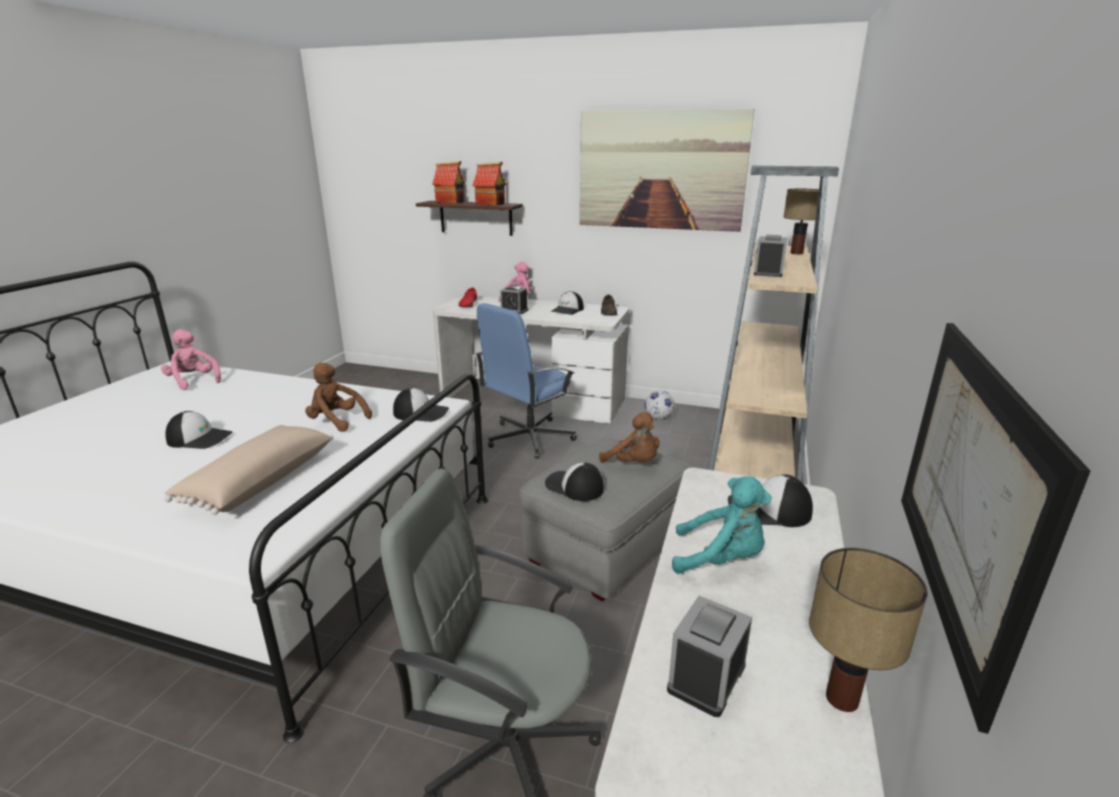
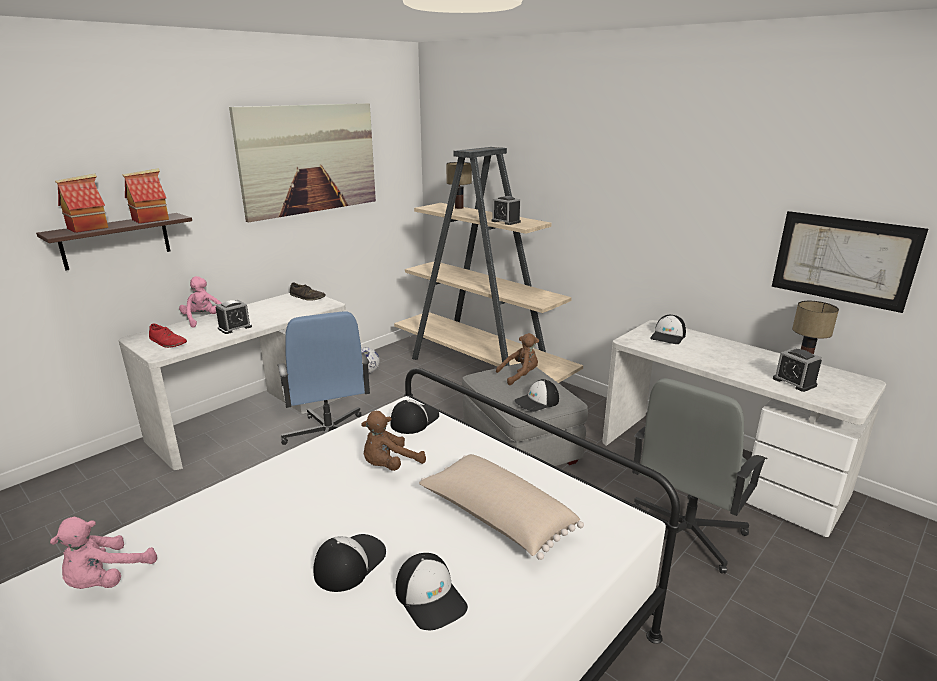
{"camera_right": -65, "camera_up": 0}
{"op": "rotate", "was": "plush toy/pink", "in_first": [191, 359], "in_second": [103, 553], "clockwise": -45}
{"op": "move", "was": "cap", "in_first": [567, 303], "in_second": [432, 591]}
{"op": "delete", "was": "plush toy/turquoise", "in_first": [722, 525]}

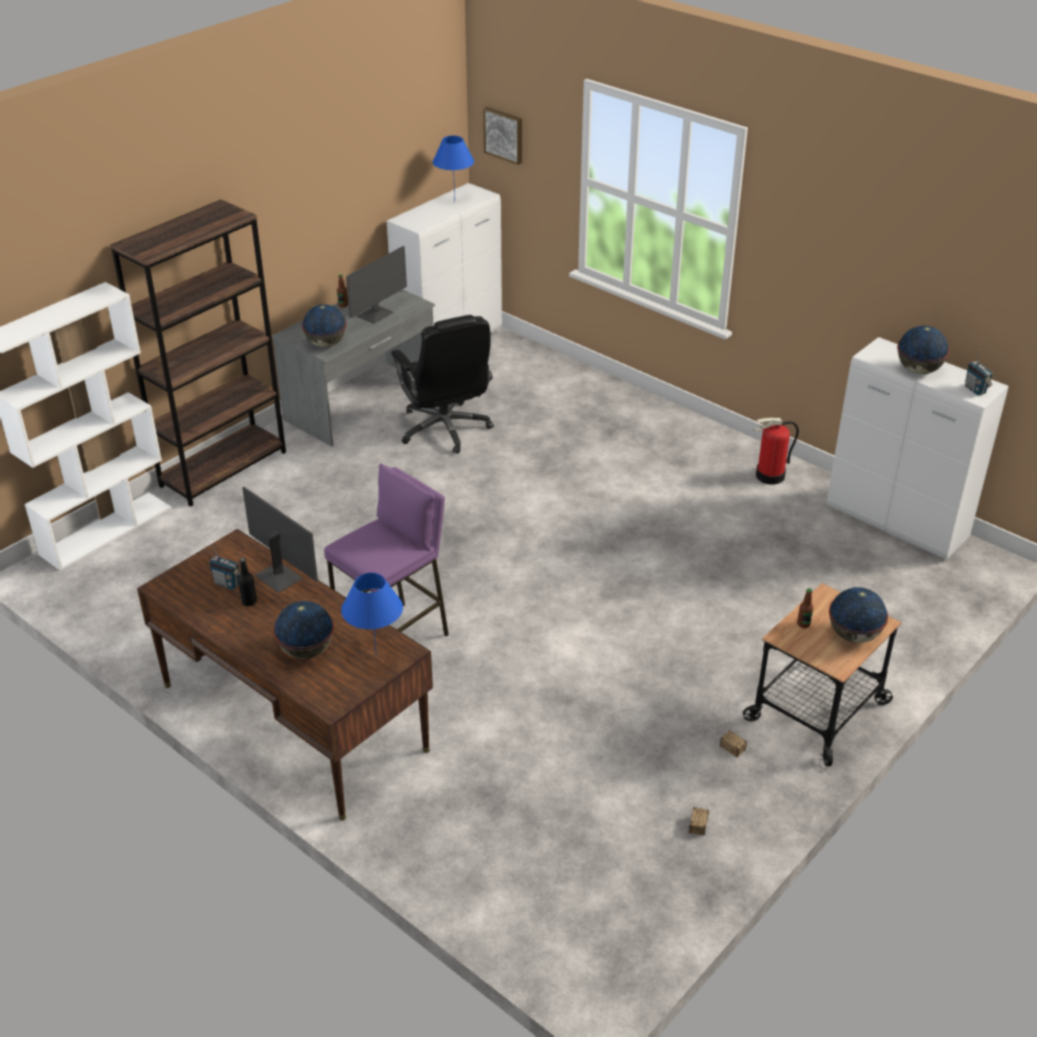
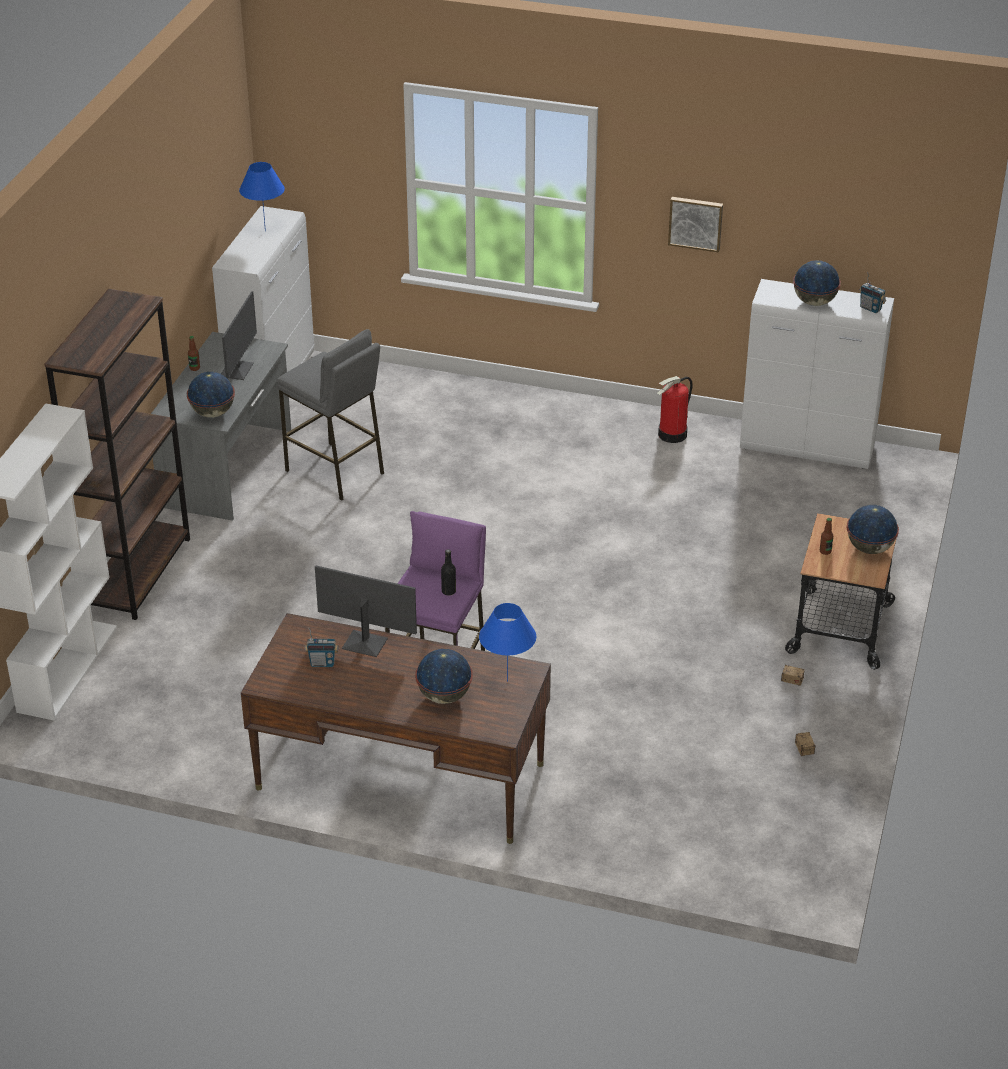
{"camera_right": -25, "camera_up": 0}
{"op": "replace", "was": "office chair/black", "now": "stool/grey", "in_first": [442, 384], "in_second": [330, 415]}
{"op": "move", "was": "bottle/black", "in_first": [247, 582], "in_second": [448, 572]}
{"op": "move", "was": "picture", "in_first": [502, 136], "in_second": [695, 224]}

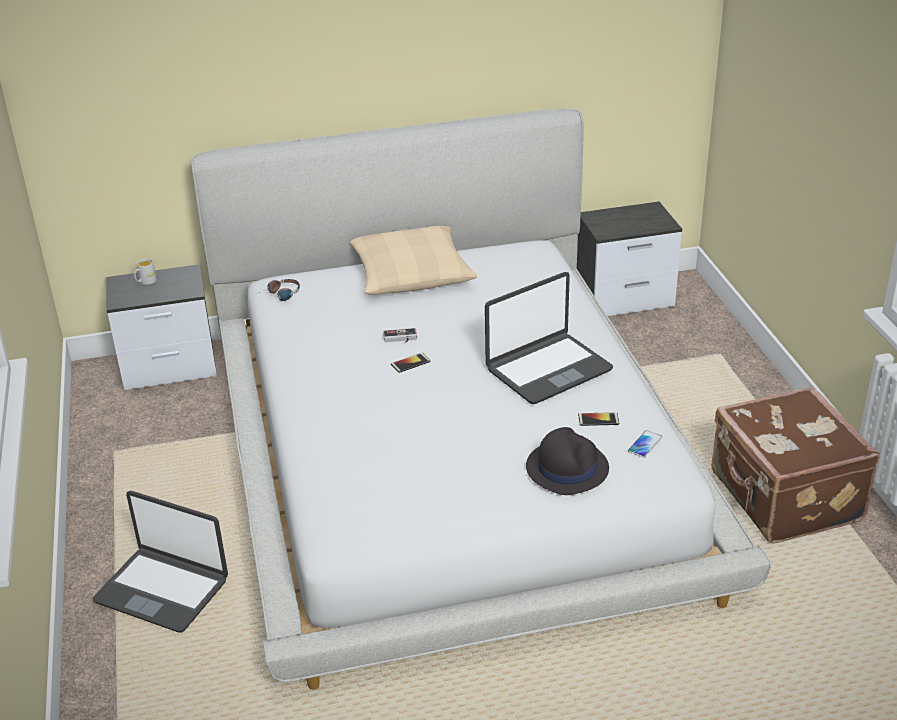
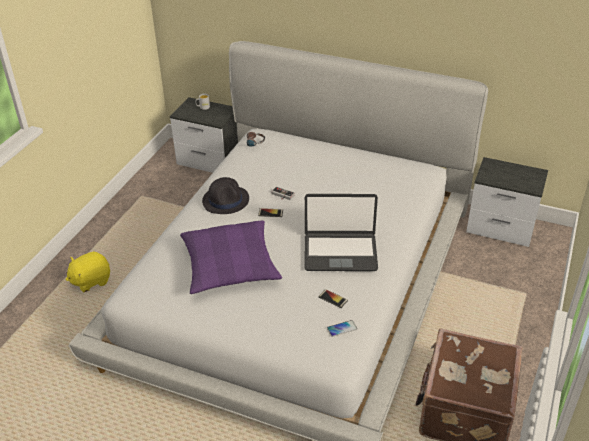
{"camera_right": 35, "camera_up": 5}
{"op": "replace", "was": "laptop", "now": "plush toy/yellow", "in_first": [160, 562], "in_second": [88, 271]}
{"op": "insert", "now": "pillow/purple", "in_second": [231, 257]}
{"op": "move", "was": "hat/black", "in_first": [567, 461], "in_second": [225, 195]}
{"op": "delete", "was": "pillow/beige", "in_first": [413, 260]}

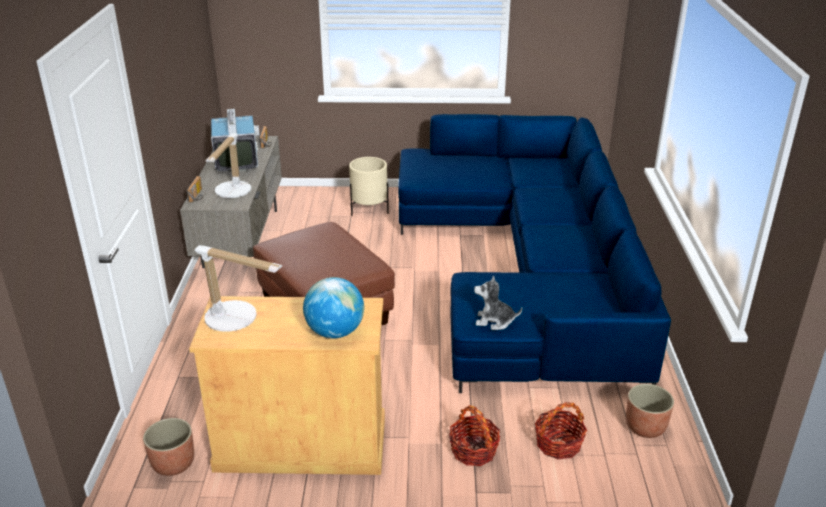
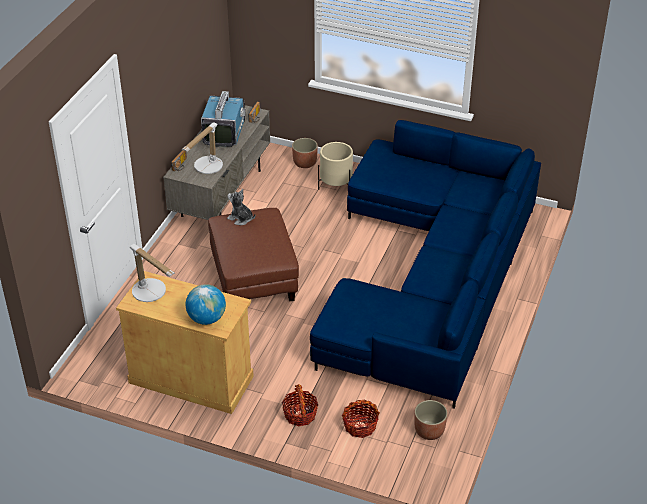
{"camera_right": 20, "camera_up": 10}
{"op": "move", "was": "plush toy", "in_first": [498, 302], "in_second": [241, 207]}
{"op": "move", "was": "planter", "in_first": [168, 447], "in_second": [305, 153]}

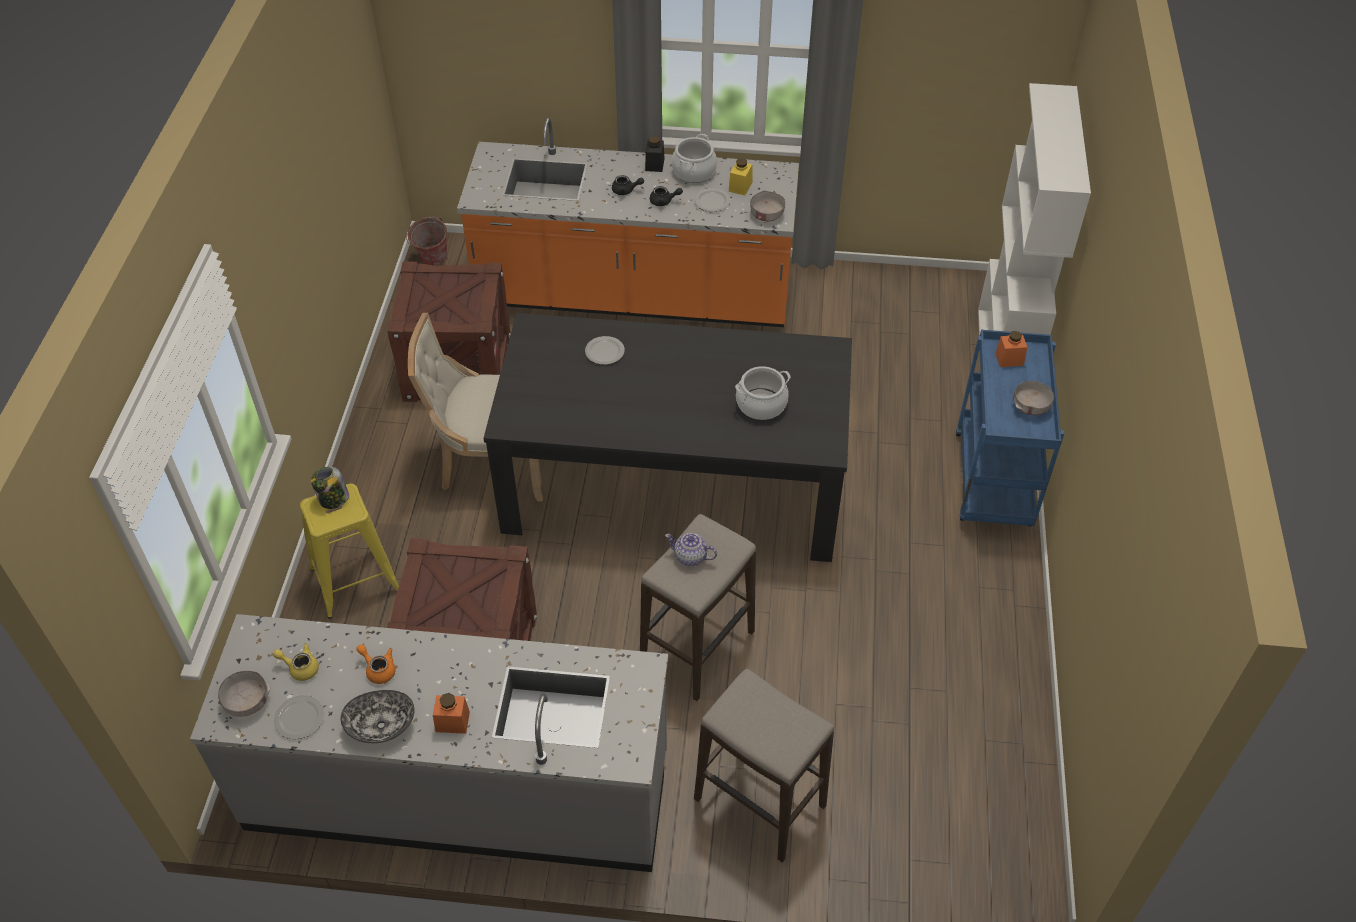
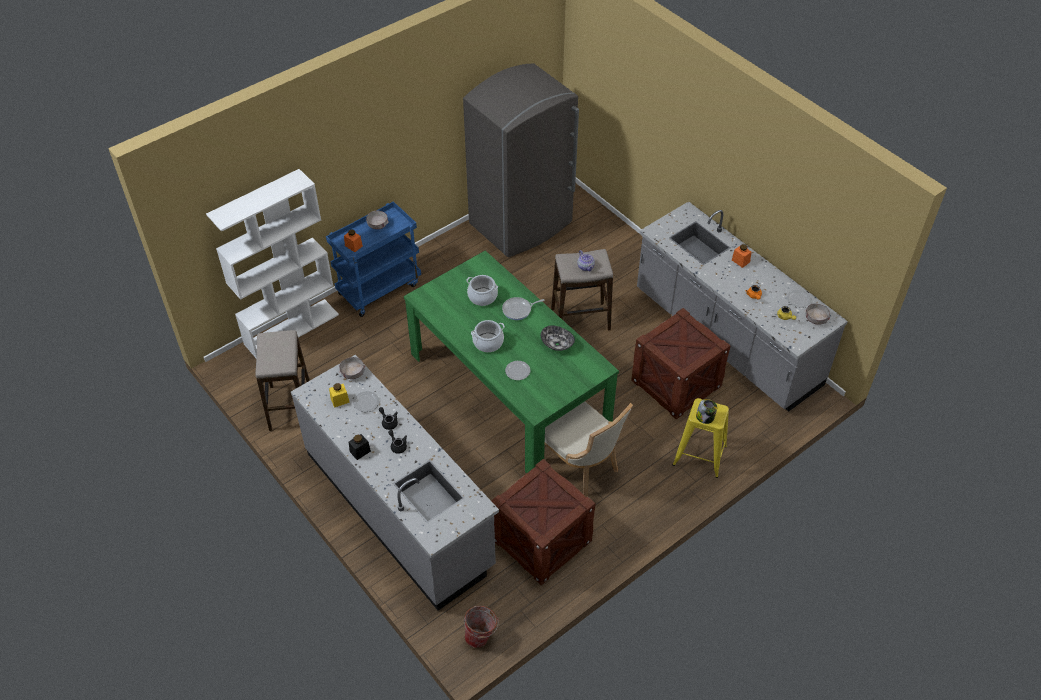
{"camera_right": -135, "camera_up": 0}
{"op": "move", "was": "stool", "in_first": [764, 765], "in_second": [282, 380]}
{"op": "recolor", "was": "counter/orange", "now": "counter/grey", "in_first": [628, 222], "in_second": [395, 483]}
{"op": "recolor", "was": "dining table/black", "now": "dining table/green", "in_first": [668, 437], "in_second": [511, 361]}
{"op": "insert", "now": "fridge/grey", "in_second": [521, 160]}
{"op": "move", "was": "cooking pot", "in_first": [694, 158], "in_second": [488, 336]}
{"op": "insert", "now": "frying pan", "in_second": [523, 308]}
{"op": "move", "was": "bowl", "in_first": [378, 716], "in_second": [558, 338]}

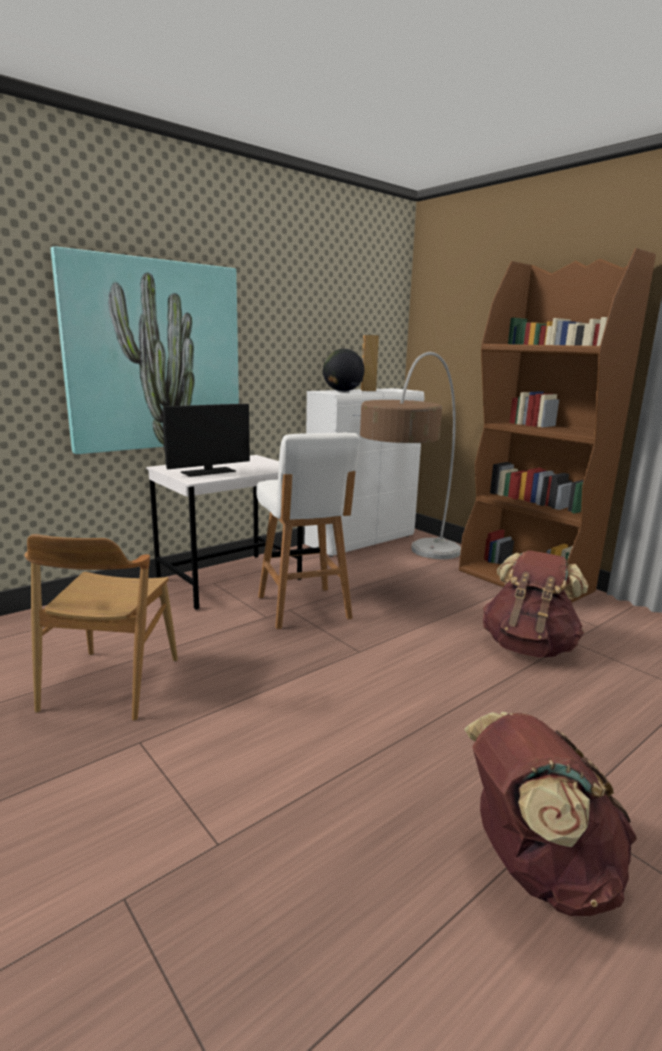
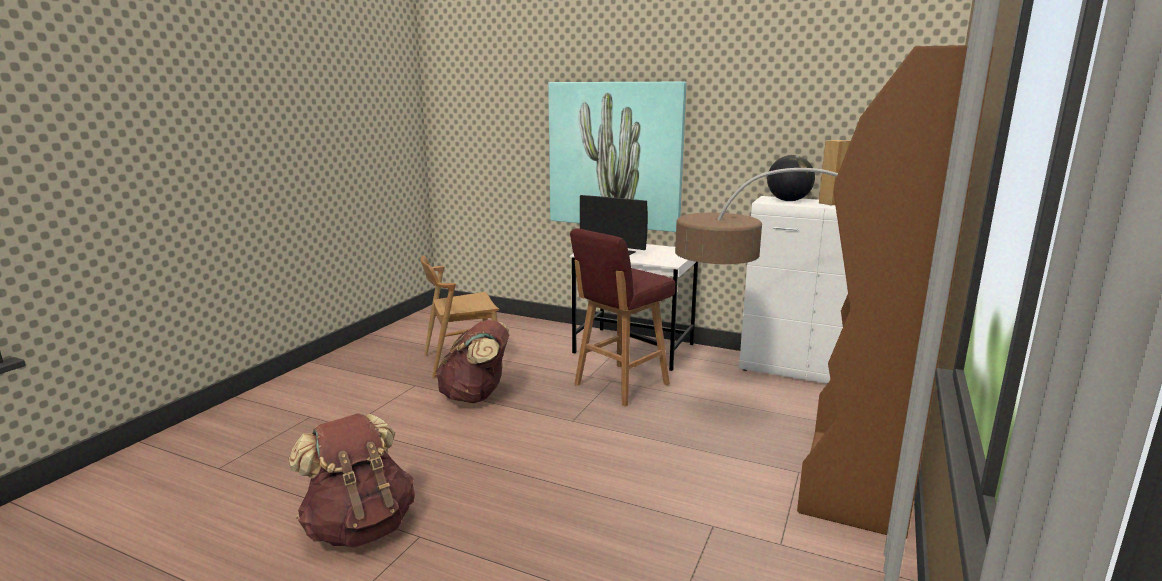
{"camera_right": 65, "camera_up": 0}
{"op": "move", "was": "backpack/brown", "in_first": [535, 604], "in_second": [472, 361]}
{"op": "recolor", "was": "stool/white", "now": "stool/red", "in_first": [308, 531], "in_second": [622, 318]}

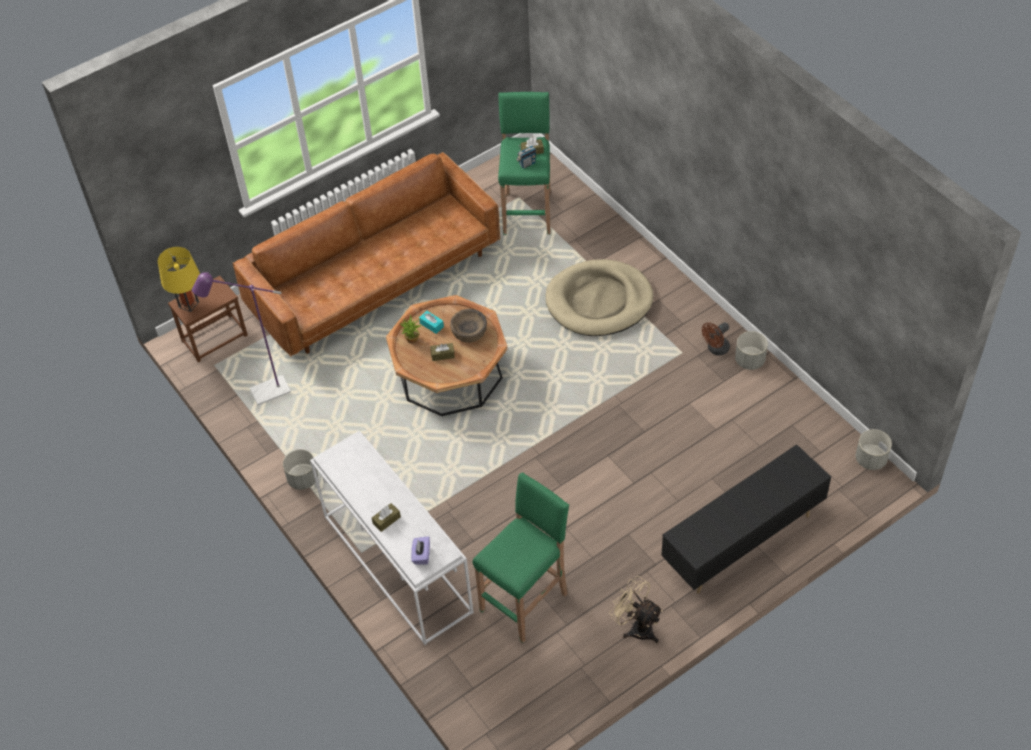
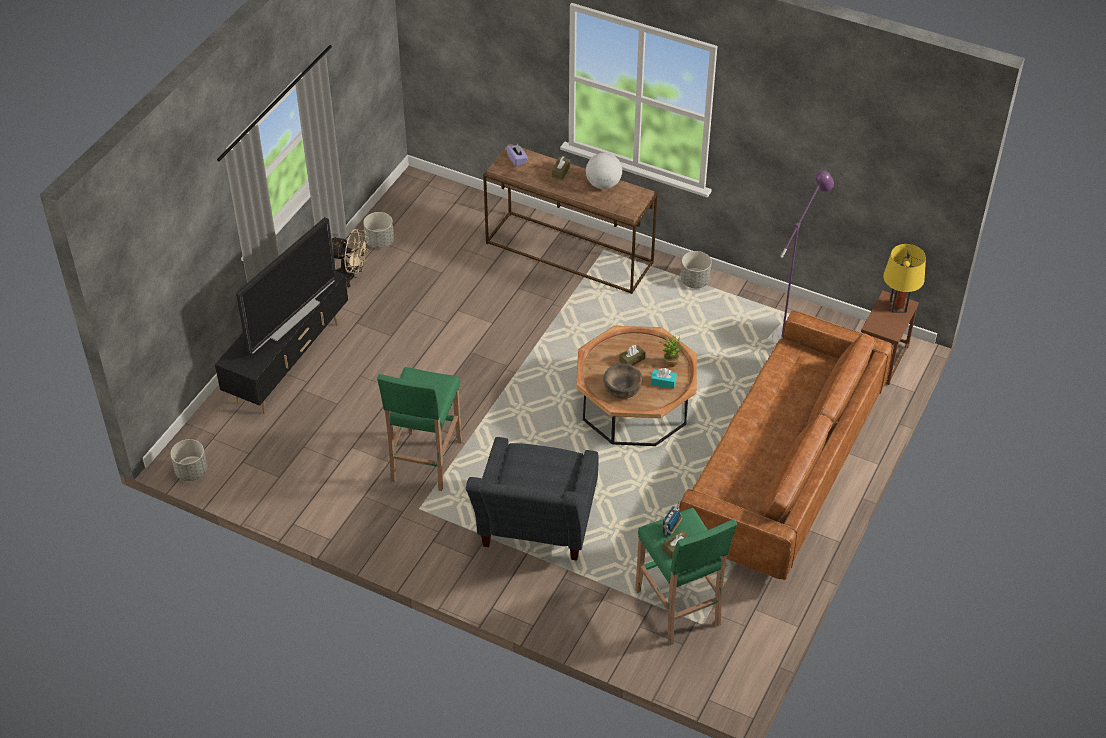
{"camera_right": 150, "camera_up": -5}
{"op": "insert", "now": "television", "in_second": [286, 285]}
{"op": "move", "was": "planter/grey", "in_first": [751, 350], "in_second": [378, 230]}
{"op": "move", "was": "stool/green", "in_first": [520, 557], "in_second": [419, 429]}
{"op": "replace", "was": "dog bed/beige", "now": "armchair/grey", "in_first": [599, 297], "in_second": [532, 499]}
{"op": "recolor", "was": "console table/white", "now": "console table/brown", "in_first": [392, 538], "in_second": [570, 219]}
{"op": "insert", "now": "globe", "in_second": [604, 170]}
{"op": "delete", "was": "fan/brown", "in_first": [716, 339]}

